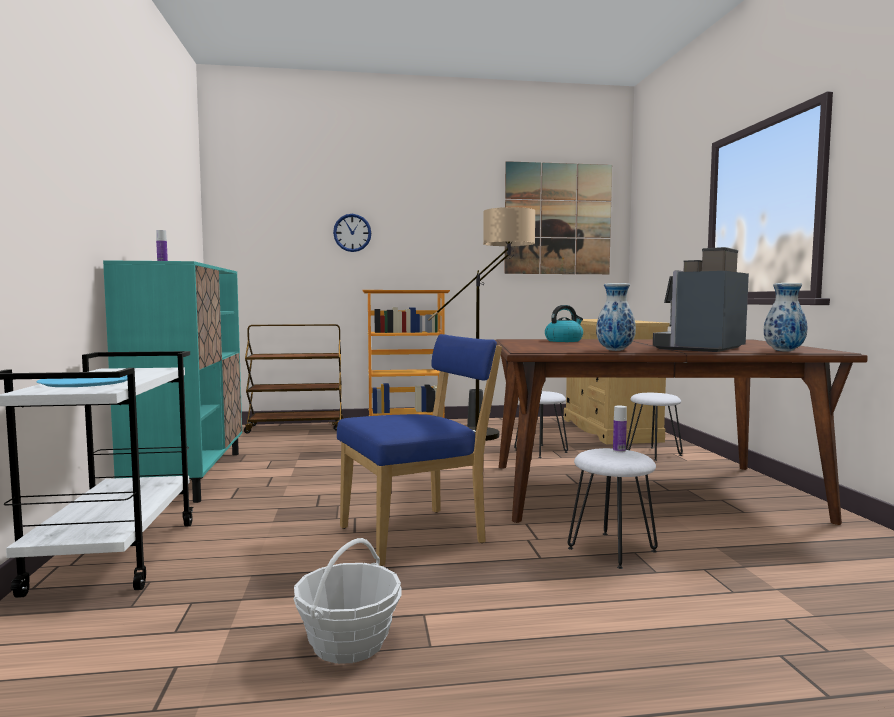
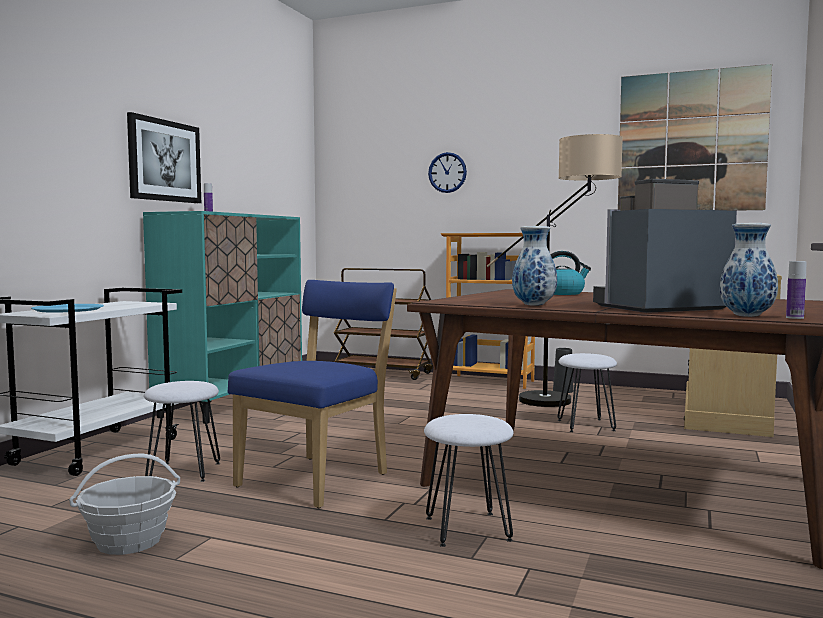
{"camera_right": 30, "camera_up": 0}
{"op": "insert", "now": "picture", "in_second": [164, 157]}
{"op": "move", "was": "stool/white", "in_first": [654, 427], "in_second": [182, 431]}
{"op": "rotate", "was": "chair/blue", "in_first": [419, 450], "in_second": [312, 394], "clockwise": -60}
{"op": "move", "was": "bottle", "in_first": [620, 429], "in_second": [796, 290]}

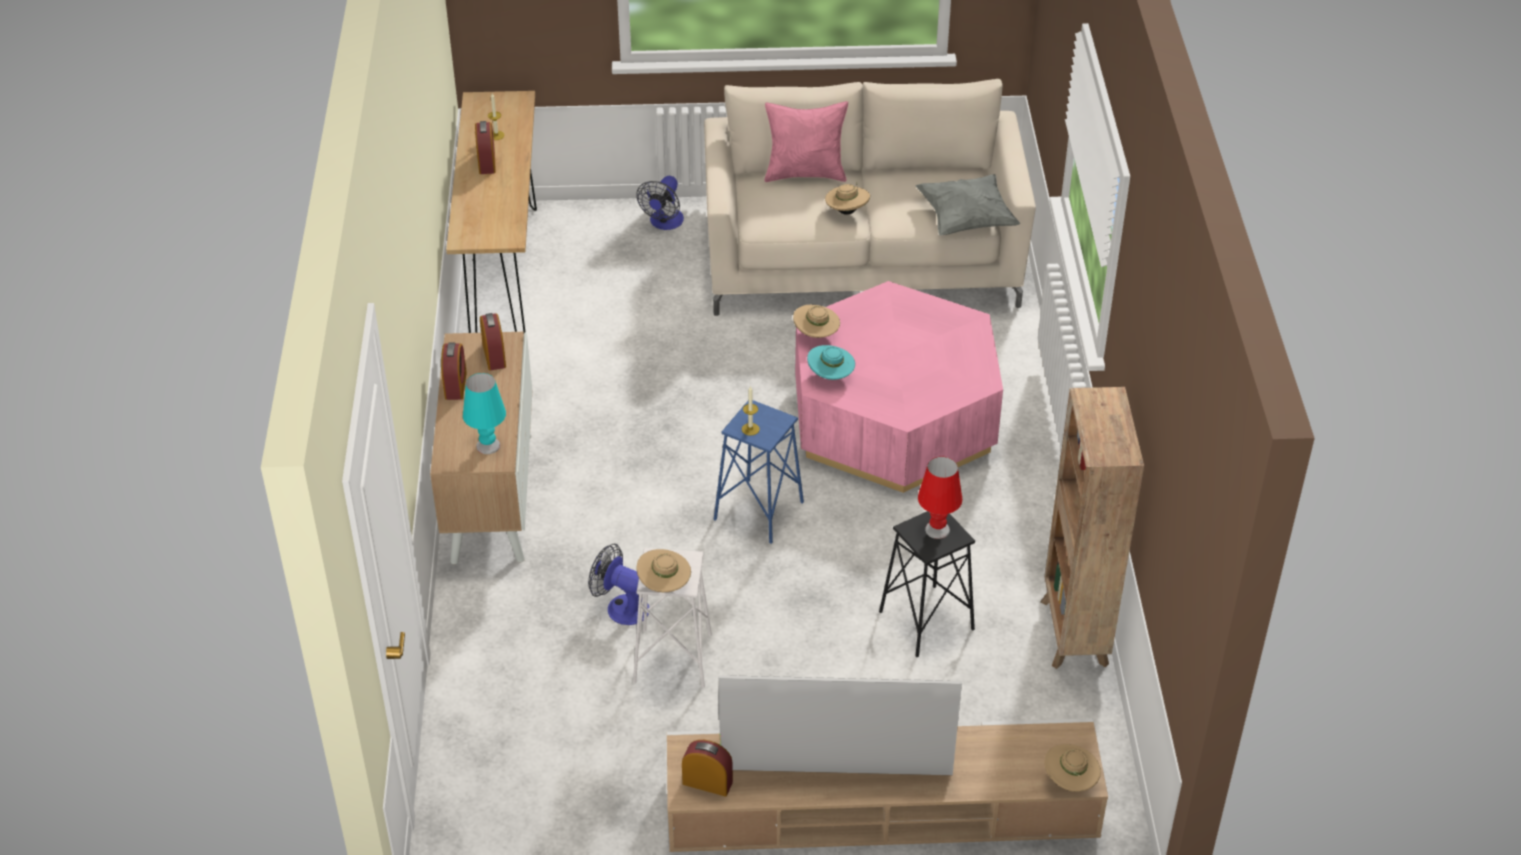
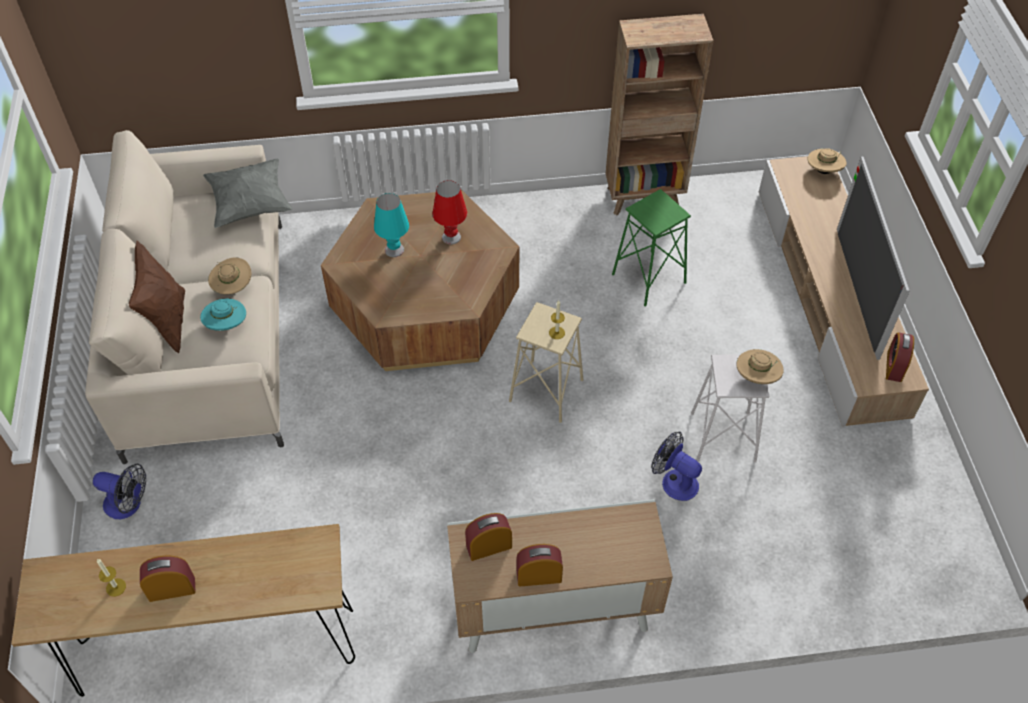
{"camera_right": -95, "camera_up": 10}
{"op": "recolor", "was": "pillow/pink", "now": "pillow/brown", "in_first": [806, 141], "in_second": [157, 296]}
{"op": "move", "was": "hat/turquoise", "in_first": [831, 362], "in_second": [223, 314]}
{"op": "recolor", "was": "coffee table/pink", "now": "coffee table/brown", "in_first": [899, 387], "in_second": [420, 280]}
{"op": "move", "was": "table lamp/turquoise", "in_first": [484, 413], "in_second": [391, 225]}
{"op": "move", "was": "table lamp/red", "in_first": [940, 497], "in_second": [449, 212]}
{"op": "recolor", "was": "stool/blue", "now": "stool/beige", "in_first": [759, 472], "in_second": [546, 362]}
{"op": "recolor", "was": "stool/black", "now": "stool/green", "in_first": [927, 584], "in_second": [651, 248]}
{"op": "rotate", "was": "fan", "in_first": [618, 584], "in_second": [676, 466], "clockwise": 105}
{"op": "delete", "was": "hat/beige", "in_first": [816, 321]}

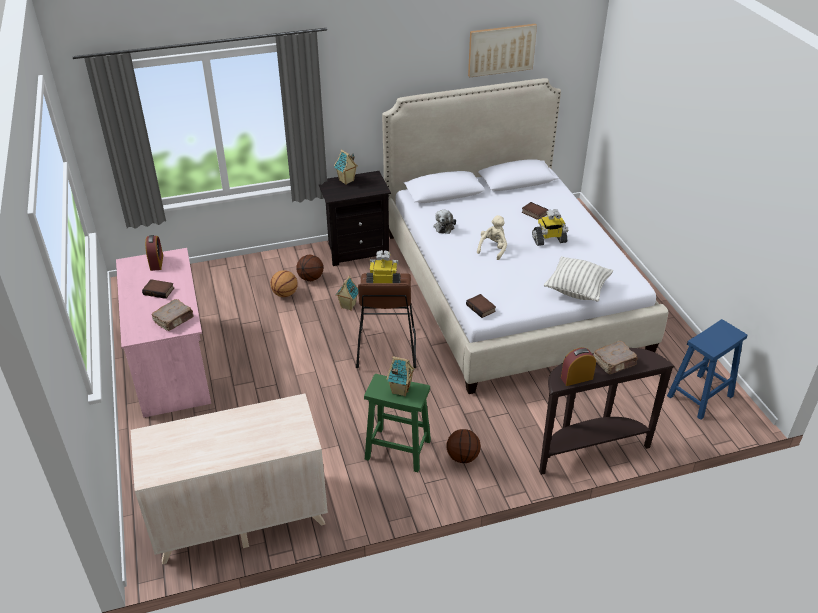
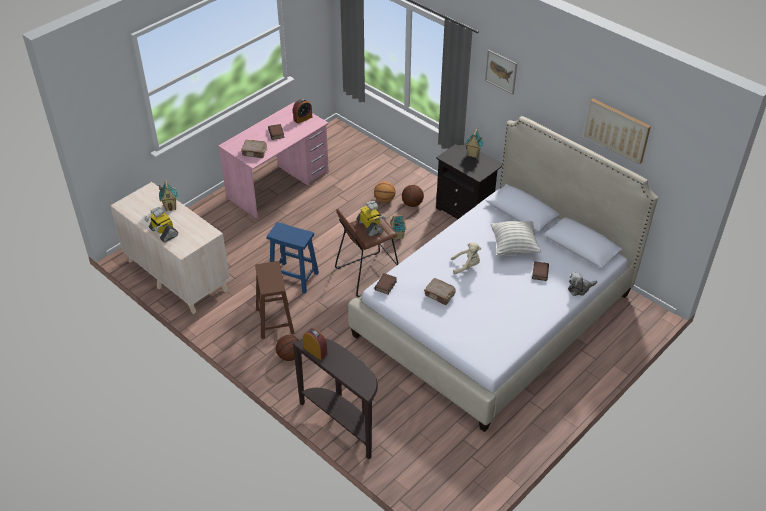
{"camera_right": 60, "camera_up": 5}
{"op": "move", "was": "toy robot", "in_first": [550, 227], "in_second": [161, 224]}
{"op": "move", "was": "toy house", "in_first": [400, 376], "in_second": [168, 195]}
{"op": "recolor", "was": "stool/green", "now": "stool/brown", "in_first": [397, 423], "in_second": [275, 300]}
{"op": "move", "was": "stool/blue", "in_first": [707, 369], "in_second": [293, 258]}
{"op": "move", "was": "book/brown", "in_first": [616, 357], "in_second": [440, 291]}
{"op": "insert", "now": "picture", "in_second": [501, 72]}
{"op": "move", "was": "pillow", "in_first": [578, 279], "in_second": [516, 238]}
{"op": "move", "was": "plush toy", "in_first": [444, 222], "in_second": [582, 284]}

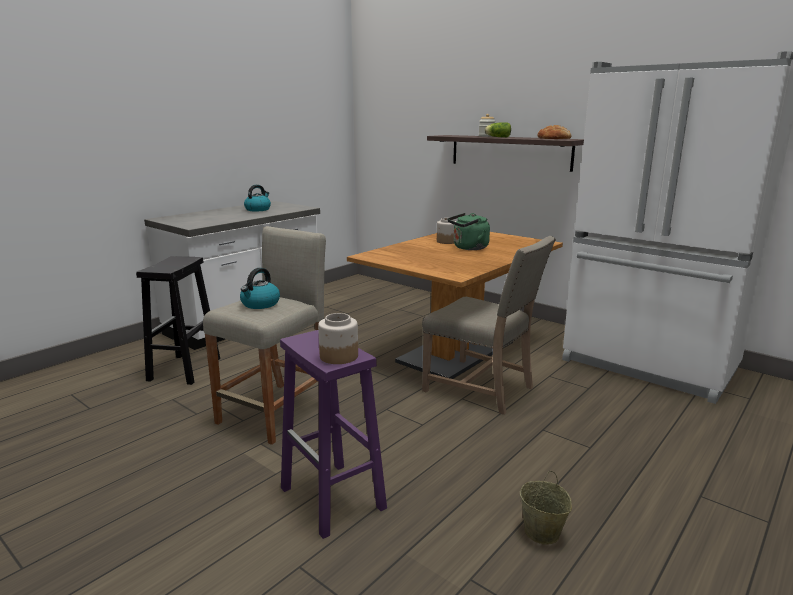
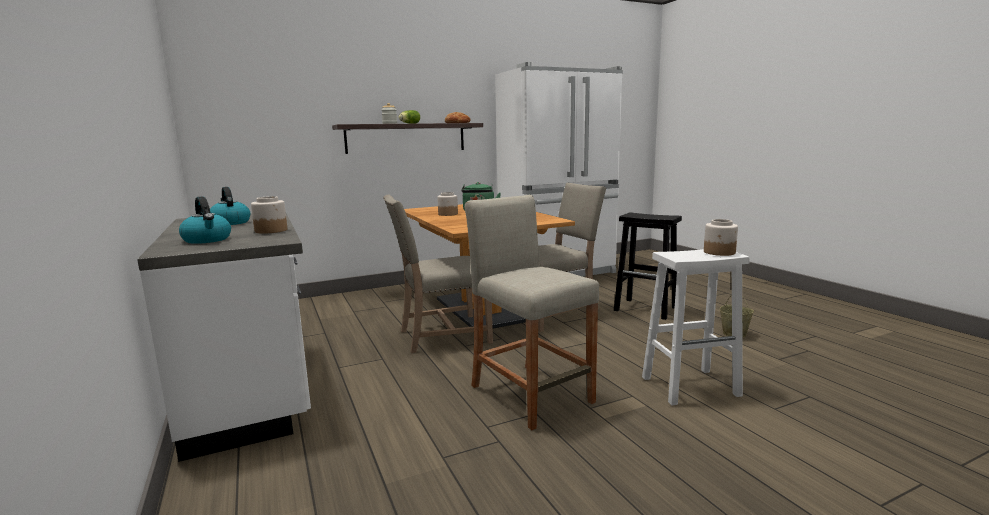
{"camera_right": -65, "camera_up": -5}
{"op": "move", "was": "kettle", "in_first": [260, 288], "in_second": [205, 220]}
{"op": "insert", "now": "jar", "in_second": [269, 215]}
{"op": "insert", "now": "chair/beige", "in_second": [438, 273]}
{"op": "move", "was": "stool/black", "in_first": [178, 320], "in_second": [648, 266]}
{"op": "recolor", "was": "stool/purple", "now": "stool/white", "in_first": [333, 434], "in_second": [696, 327]}

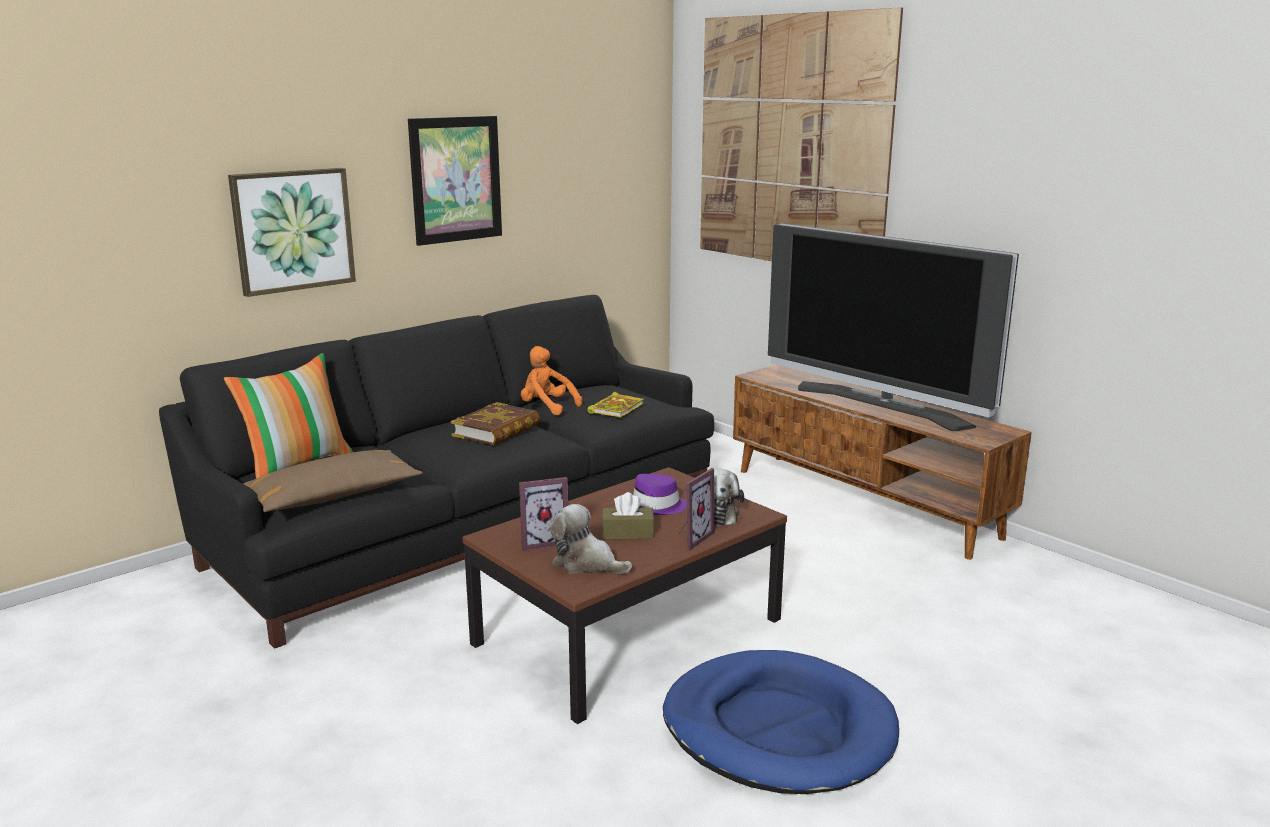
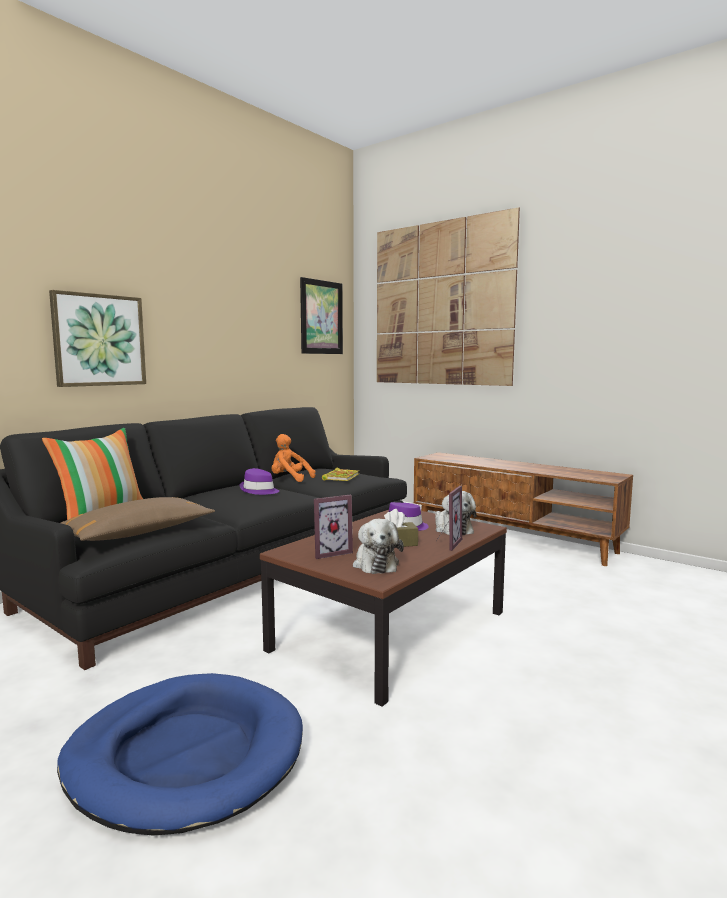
{"camera_right": -10, "camera_up": -10}
{"op": "move", "was": "dog bed/blue", "in_first": [781, 722], "in_second": [180, 754]}
{"op": "replace", "was": "book", "now": "hat/purple", "in_first": [495, 423], "in_second": [259, 481]}
{"op": "move", "was": "picture", "in_first": [455, 181], "in_second": [321, 315]}
{"op": "rotate", "was": "plush toy", "in_first": [591, 539], "in_second": [378, 546], "clockwise": -120}
{"op": "delete", "was": "television", "in_first": [893, 327]}

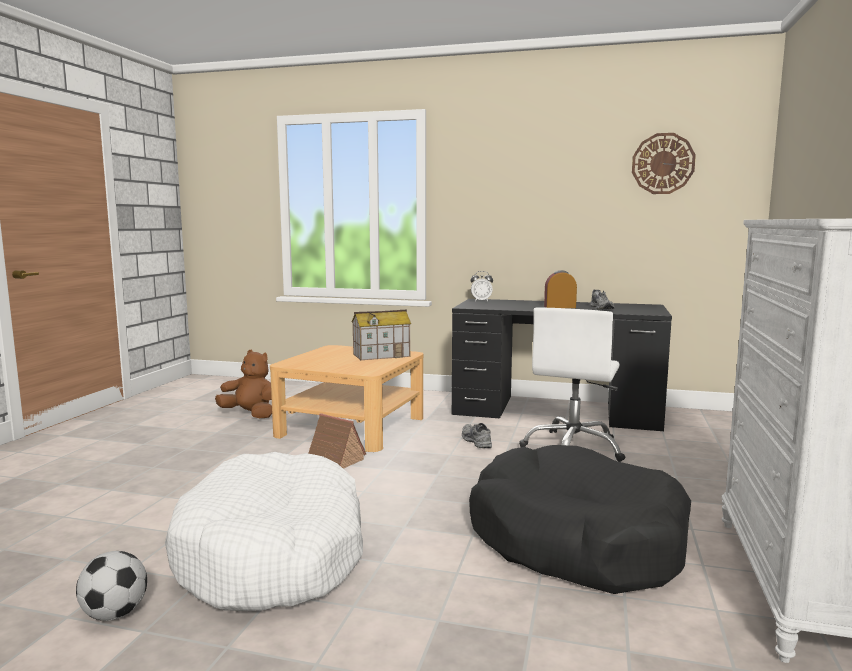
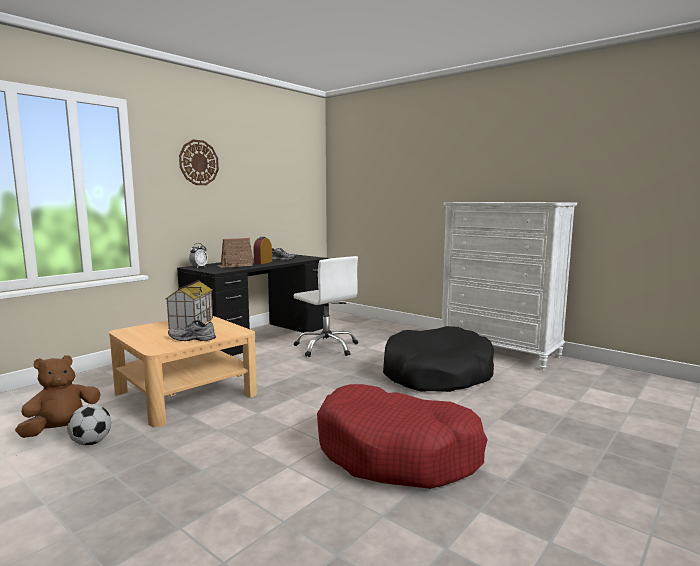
{"camera_right": -65, "camera_up": 0}
{"op": "move", "was": "football", "in_first": [111, 586], "in_second": [89, 424]}
{"op": "move", "was": "shoe/grey", "in_first": [477, 435], "in_second": [192, 330]}
{"op": "move", "was": "wall clock", "in_first": [664, 163], "in_second": [199, 162]}
{"op": "move", "was": "toy house", "in_first": [337, 441], "in_second": [235, 253]}
{"op": "recolor", "was": "dog bed/white", "now": "dog bed/red", "in_first": [264, 531], "in_second": [402, 436]}

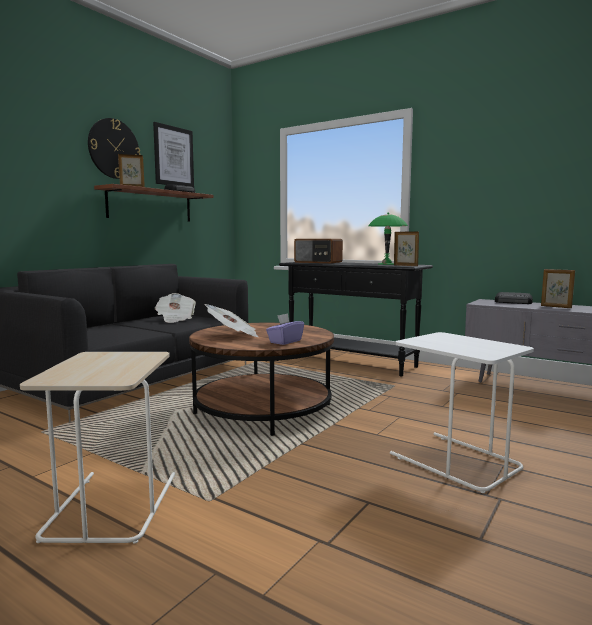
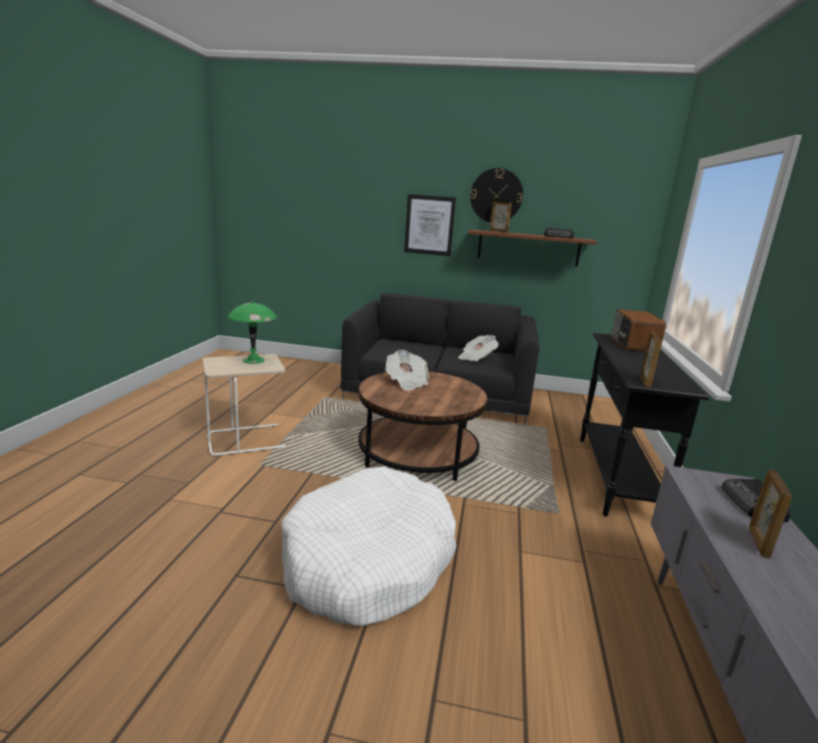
{"camera_right": 65, "camera_up": 10}
{"op": "move", "was": "table lamp/green", "in_first": [388, 238], "in_second": [252, 332]}
{"op": "replace", "was": "side table/white", "now": "dog bed/white", "in_first": [462, 412], "in_second": [368, 546]}
{"op": "move", "was": "picture", "in_first": [173, 155], "in_second": [430, 225]}
{"op": "delete", "was": "tissue box/purple", "in_first": [285, 329]}

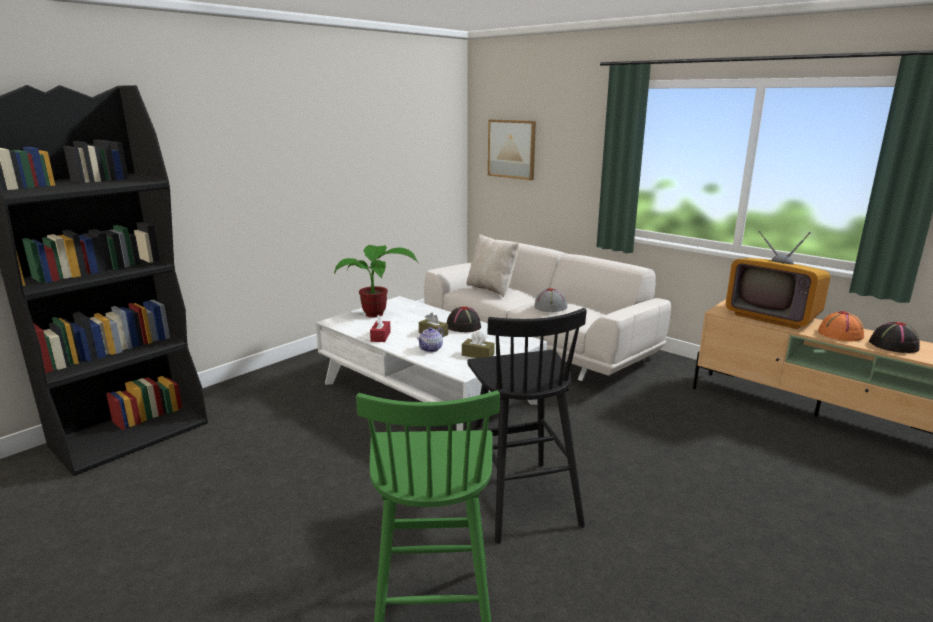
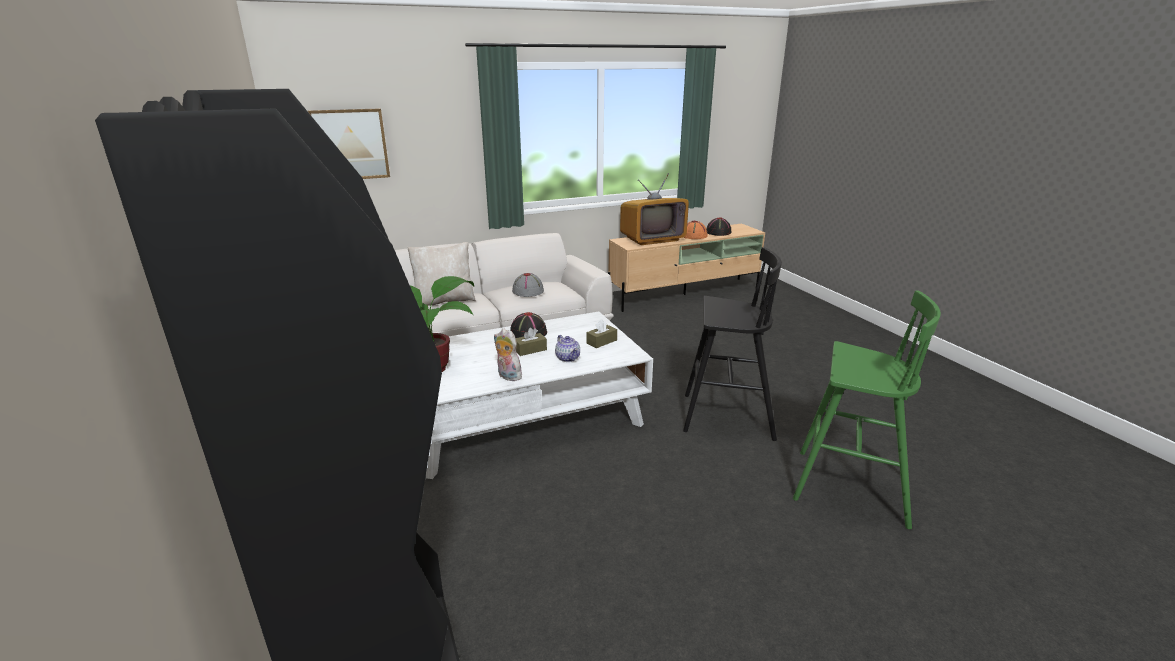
{"camera_right": -65, "camera_up": 5}
{"op": "replace", "was": "tissue box/red", "now": "plush toy", "in_first": [380, 328], "in_second": [508, 355]}

